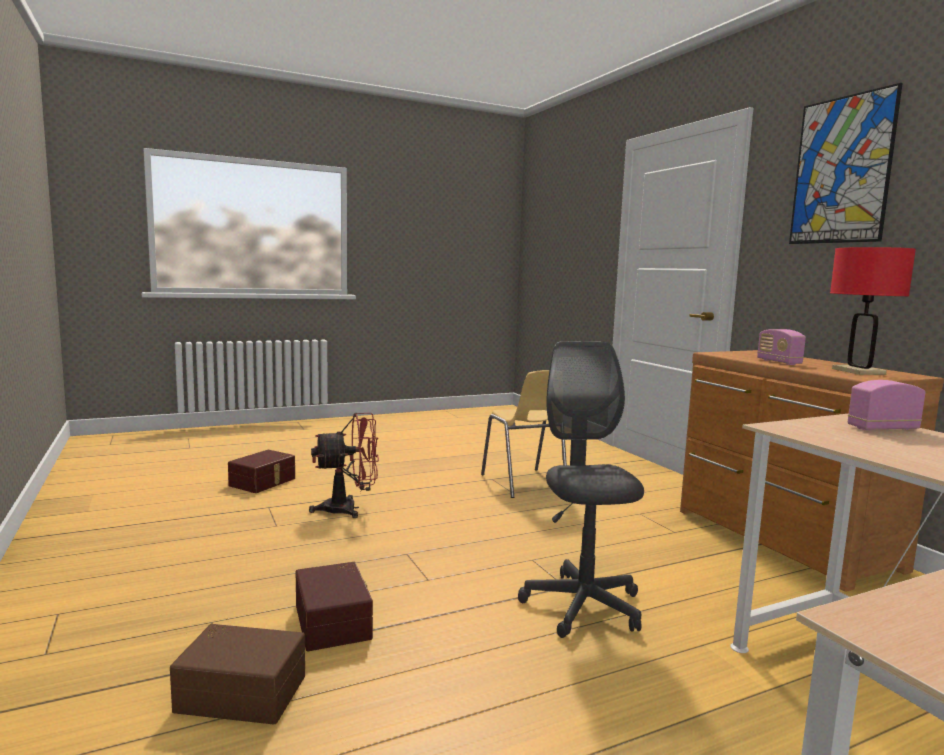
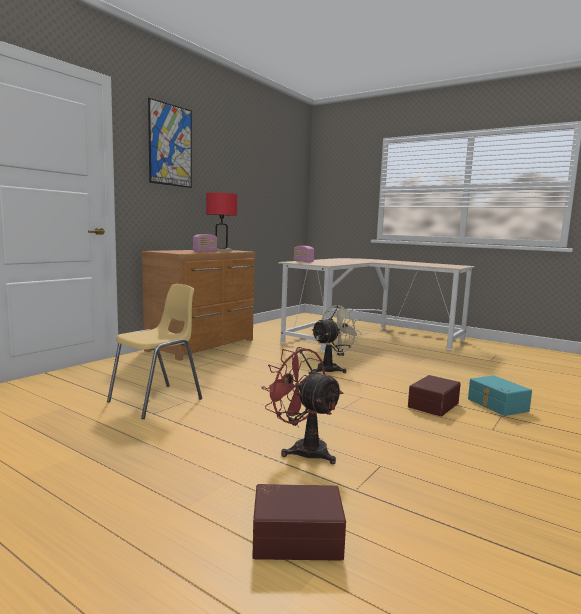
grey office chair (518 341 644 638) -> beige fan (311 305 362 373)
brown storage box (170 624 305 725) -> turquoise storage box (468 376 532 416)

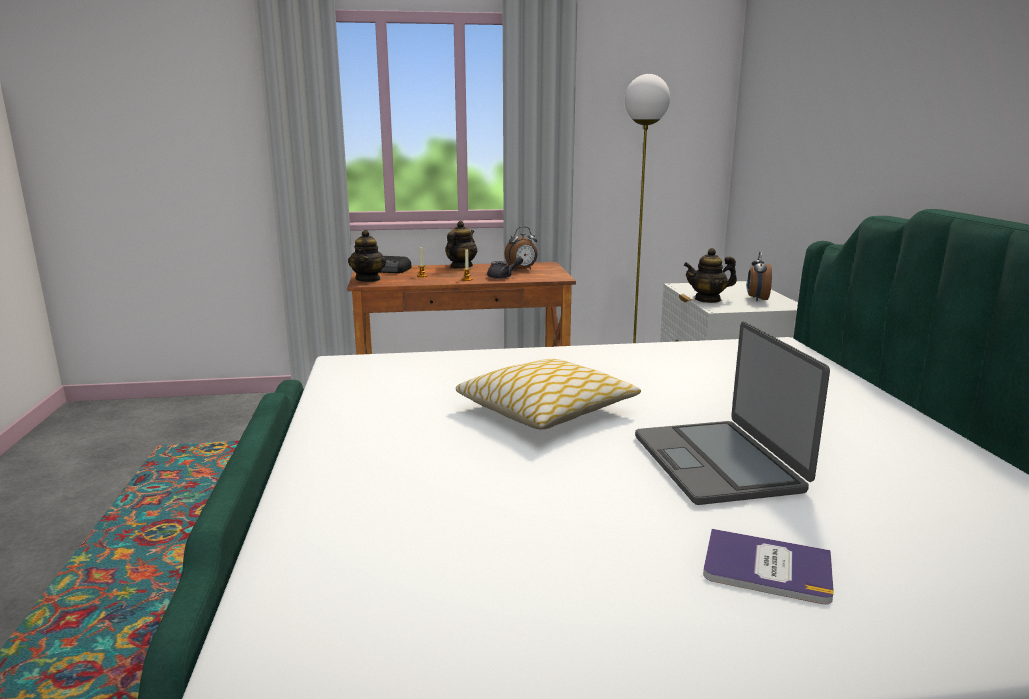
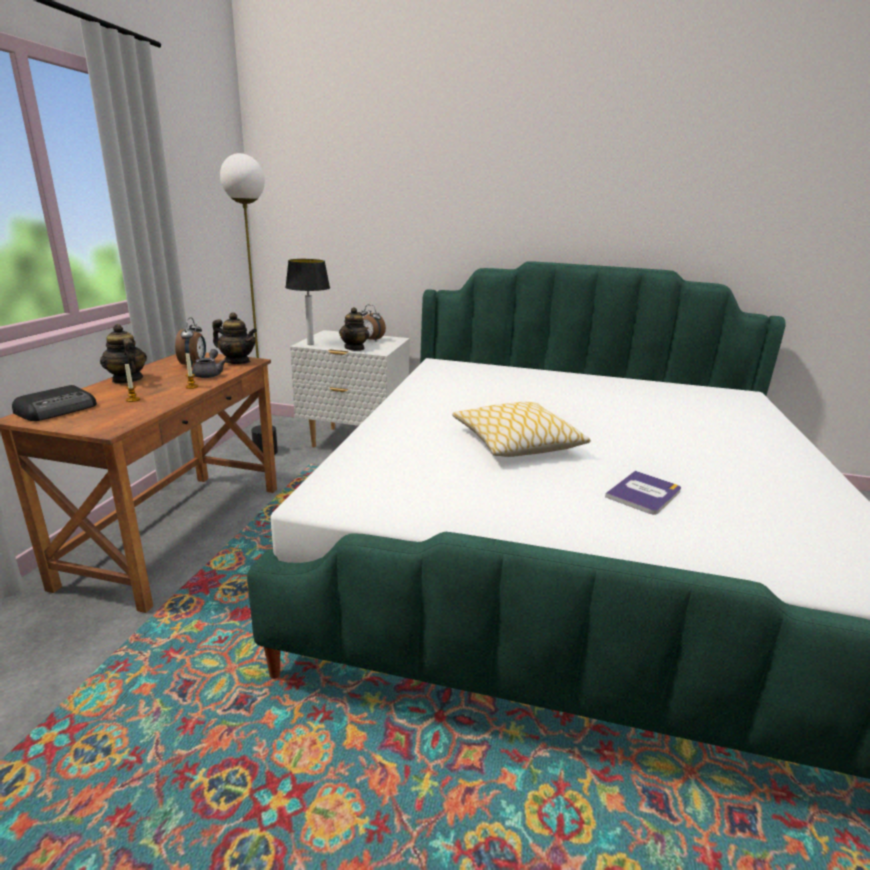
laptop (635 322 830 505) -> none
none -> table lamp (285 259 330 345)
teapot (348 230 386 282) -> teapot (212 313 257 364), shifted
book (703 529 834 604) -> book (605 471 681 515), shifted

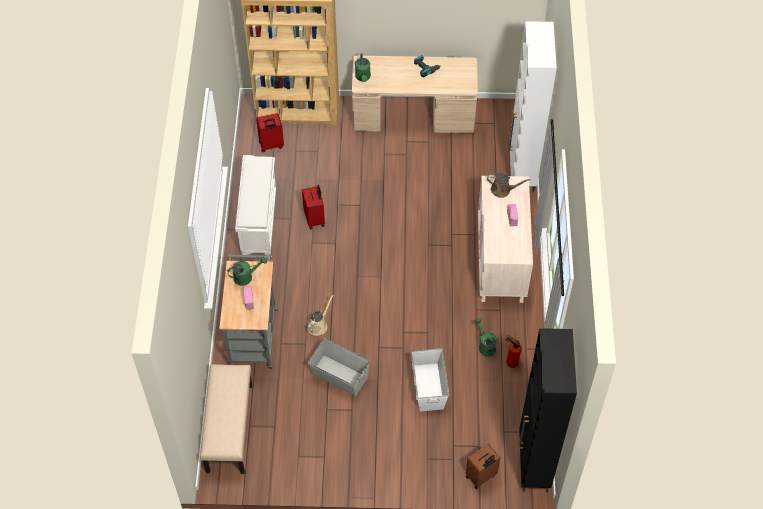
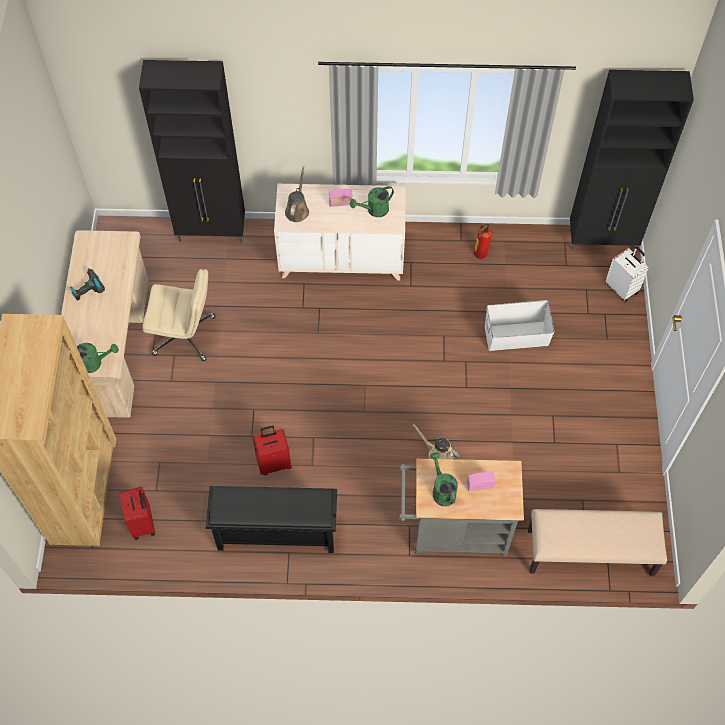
grey storage box (308 338 370 396) -> none
none -> beige office chair (142 269 215 361)
green watering can (475 318 497 356) -> green watering can (350 186 394 217), shifted
white shoe rack (235 155 276 255) -> black shoe rack (206 486 337 553)
brown suitcase (466 444 500 489) -> white suitcase (606 247 648 303)
white cabinet (509 21 557 192) -> black cabinet (139 60 245 243)

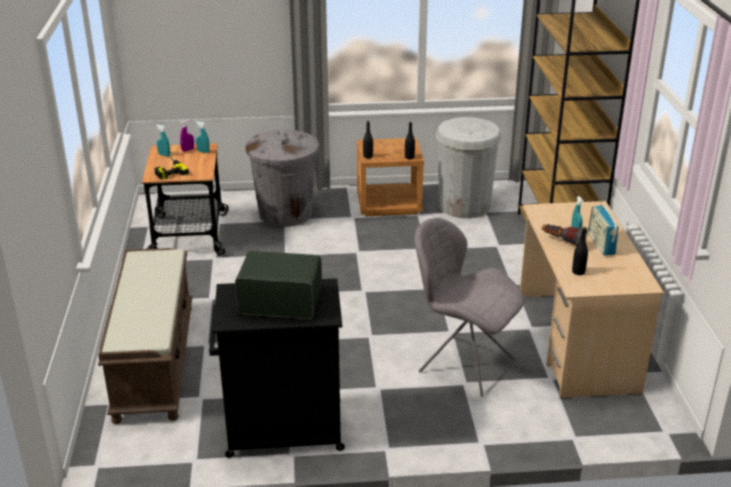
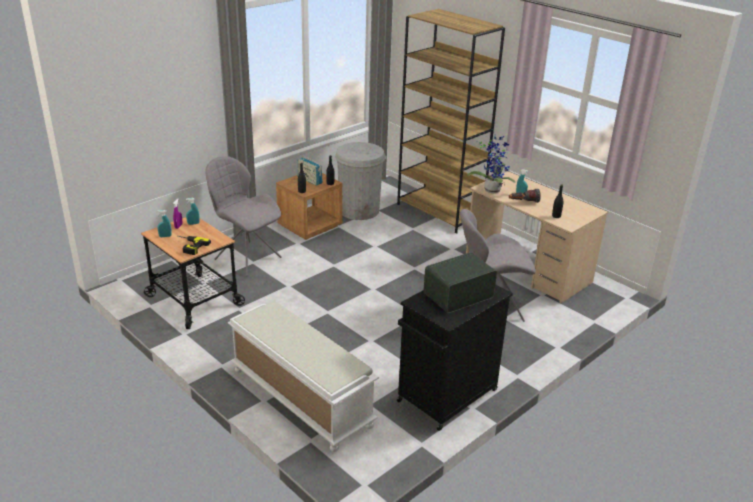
none -> potted plant (467 135 515 193)
radio (588 201 619 255) -> radio (297 157 323 186), shifted
grey trash can (245 130 319 227) -> grey chair (205 156 282 276)
brown bench (98 248 193 424) -> white bench (228 301 379 452)

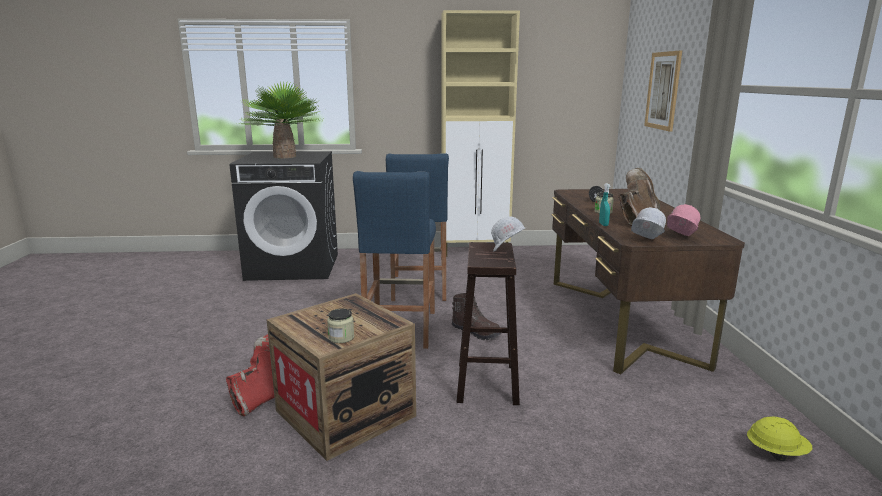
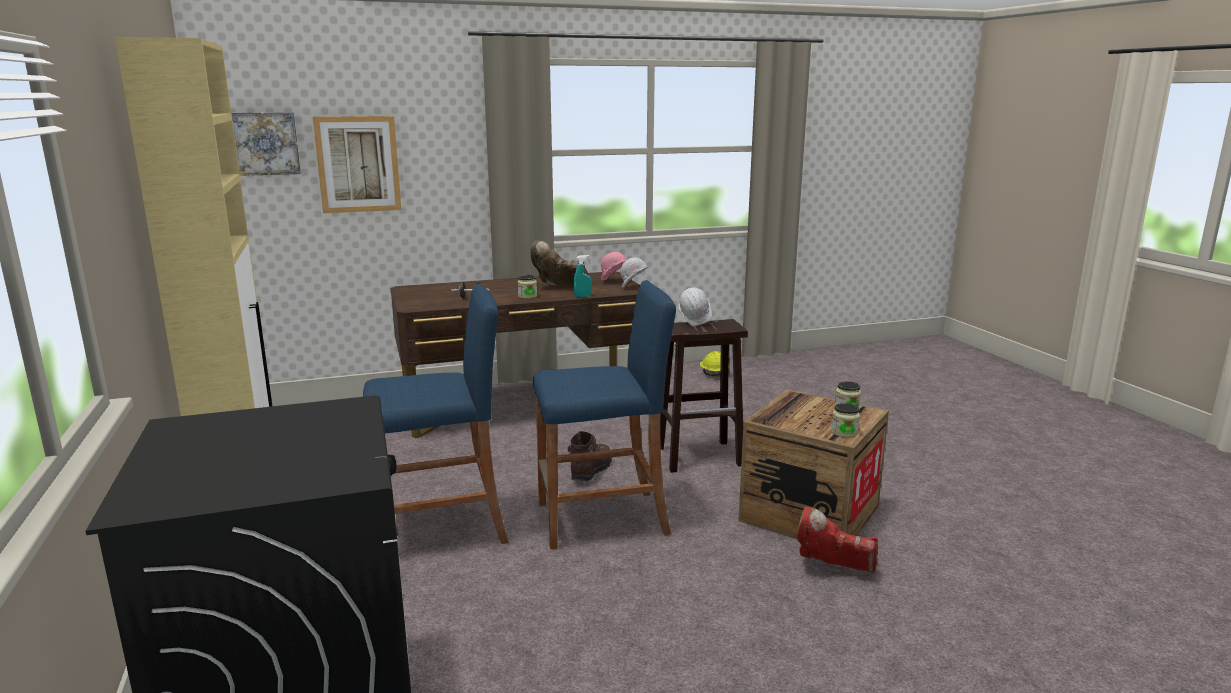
potted plant (239 81 322 158) -> none
none -> picture (231 112 301 176)
none -> jar (831 403 860 438)

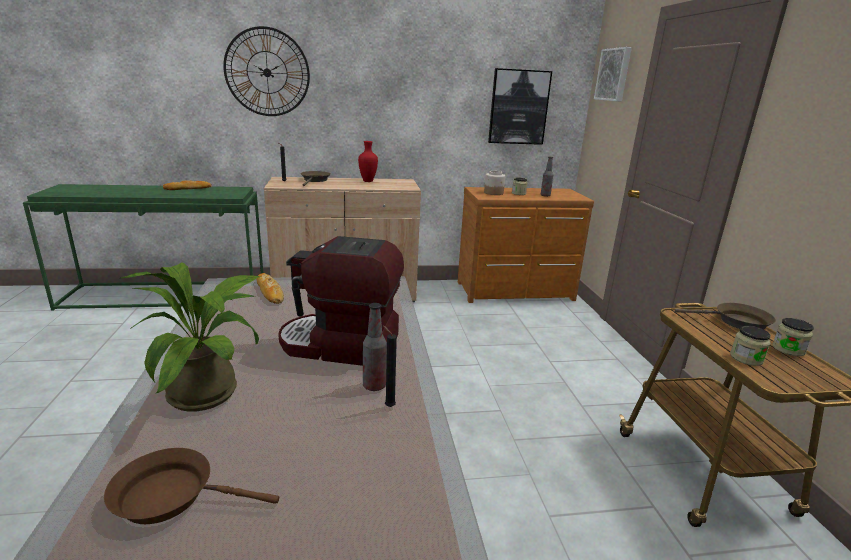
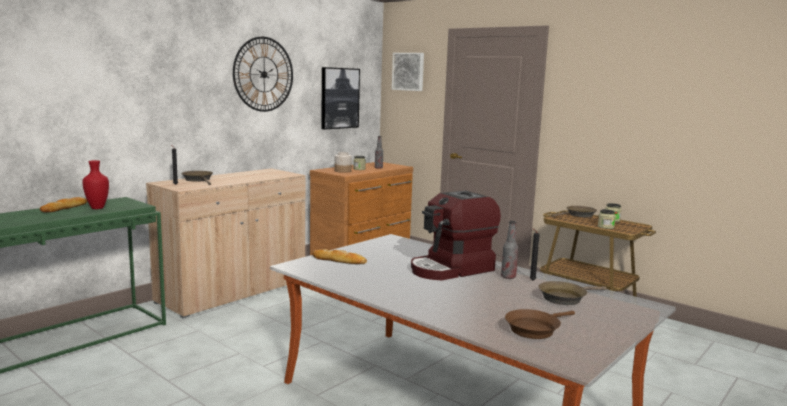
potted plant (121 262 260 412) -> none
none -> brown frying pan (538 281 607 305)
wall clock (223 26 310 116) -> wall clock (233 37 293 112), shifted
red vase (358 141 378 182) -> red vase (83 160 109 209), shifted

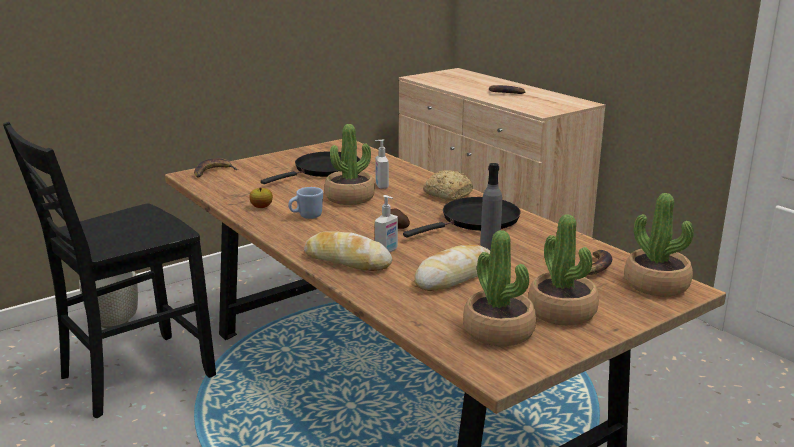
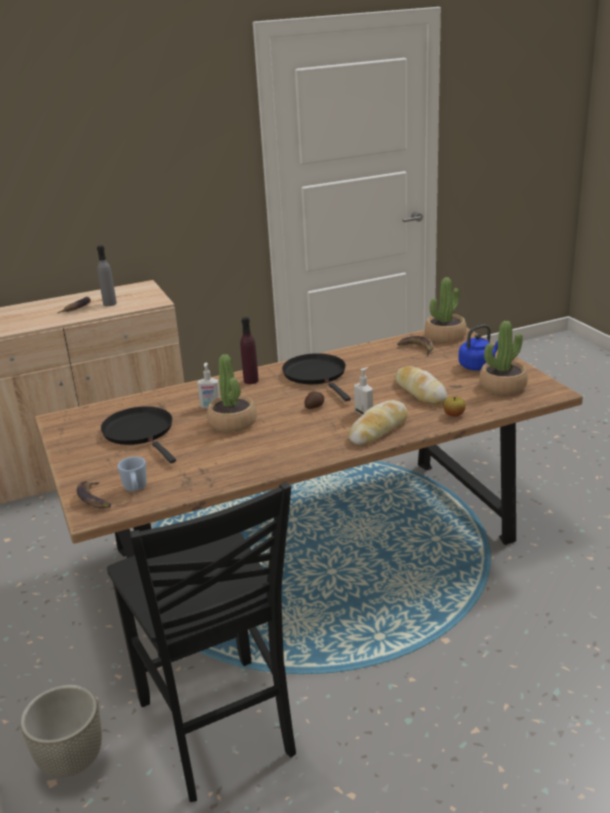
apple (249 187 273 208) -> apple (443 396 466 417), shifted
blue mug (288 187 323 219) -> blue mug (117 456 147 491), shifted
grey bottle (480 163 502 250) -> grey bottle (97 245 117 306), shifted
bread (423 170 473 201) -> purple bottle (240 317 259 384)
potted plant (528 214 599 325) -> blue kettle (458 325 498 371)

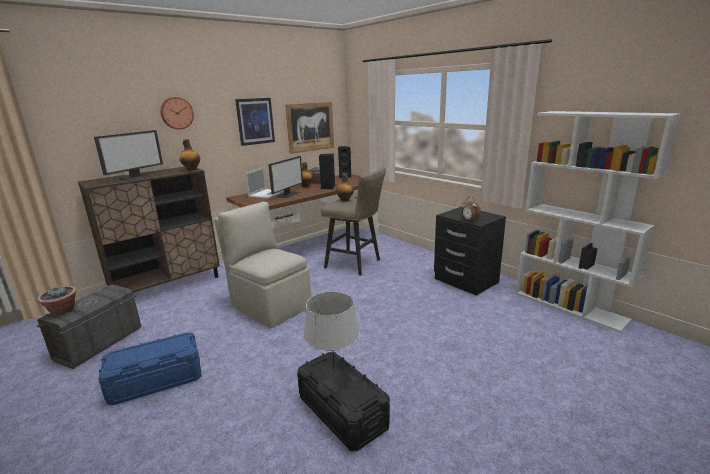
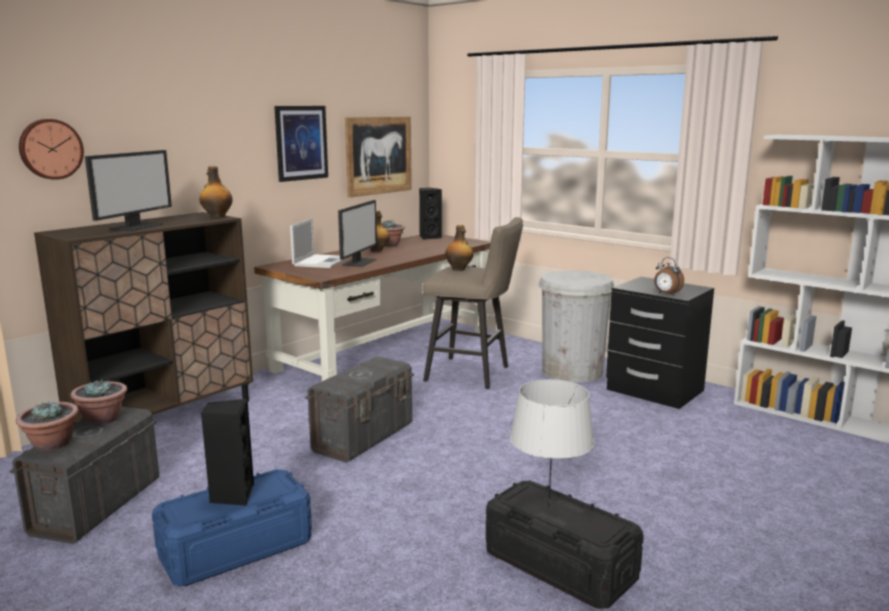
none -> potted plant (70 379 127 425)
none -> white trash can (539 270 614 383)
wall clock (160 97 194 129) -> wall clock (19 119 84 180), shifted
black speaker (319 153 335 189) -> black speaker (201 399 254 506), shifted
beige chair (214 202 311 328) -> grey storage box (305 356 414 463)

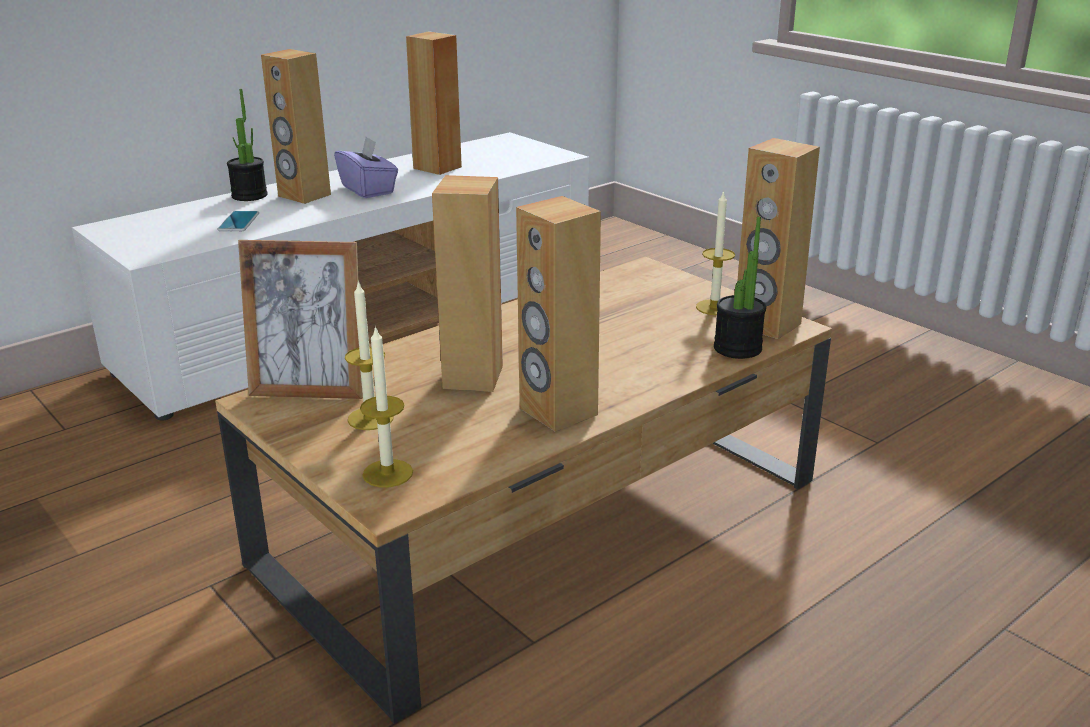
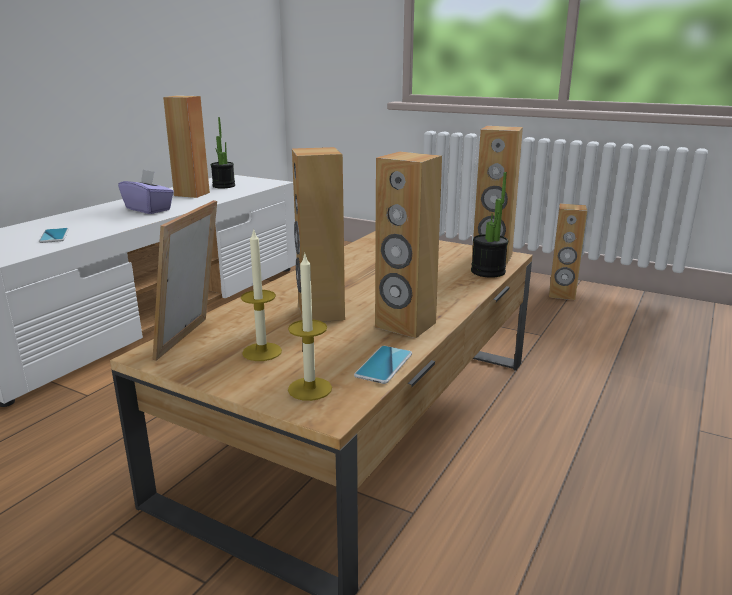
candle (696 190 735 315) -> none
none -> phone (354 346 412 384)
potted plant (227 89 268 201) -> potted plant (211 117 235 188), shifted
brown speaker (261 49 331 204) -> brown speaker (549 204 587 300), shifted
picture frame (238 240 363 399) -> picture frame (152 200 217 361), 120 degrees clockwise

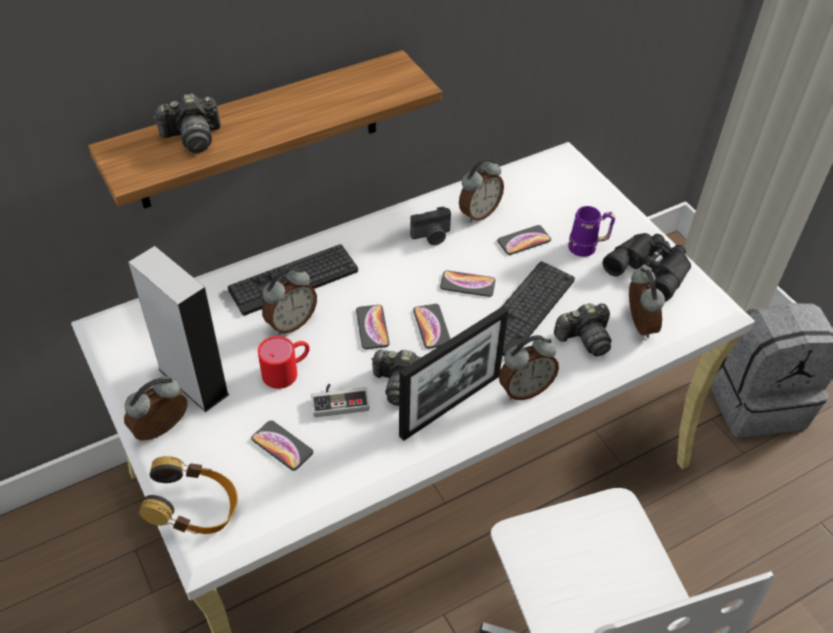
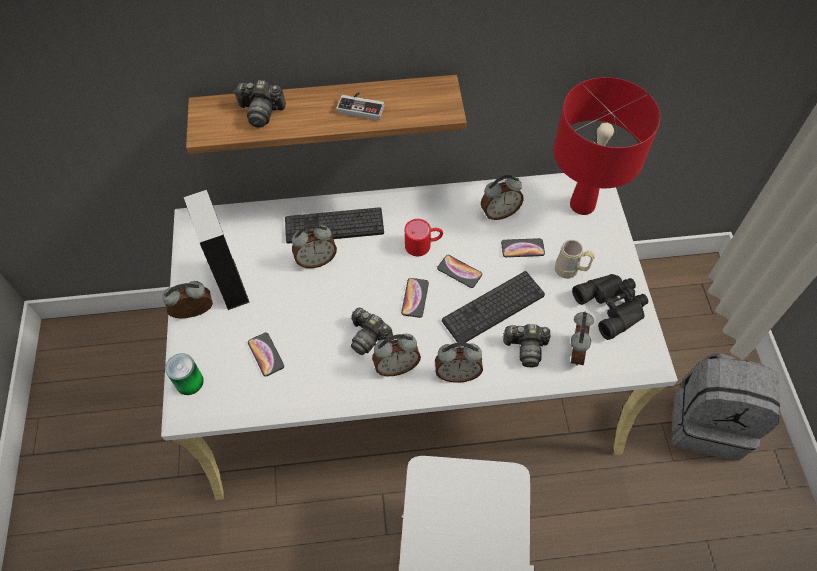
phone (356 305 390 349) -> none
photo camera (410 207 451 245) -> none
none -> red table lamp (554 77 660 215)
red mug (258 336 310 389) -> red mug (405 219 443 256), shifted
game controller (311 384 369 417) -> game controller (336 92 384 120), shifted
headphones (139 456 238 534) -> can (165 353 204 395)
picture frame (399 306 509 441) -> alarm clock (372 334 421 376)
purple mug (568 206 615 257) -> beige mug (555 240 595 279)

